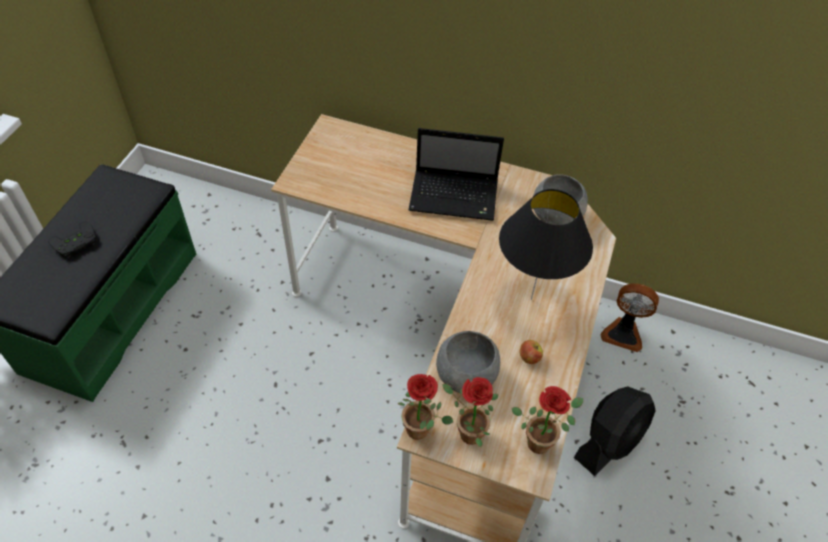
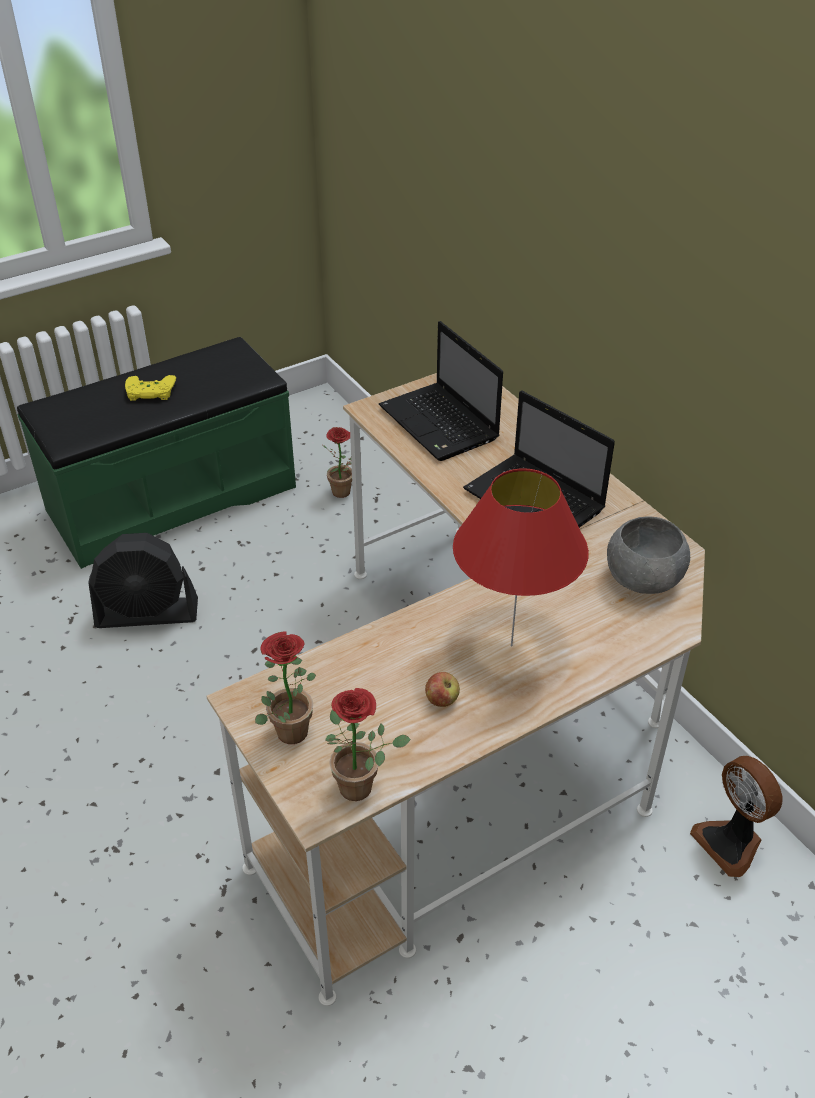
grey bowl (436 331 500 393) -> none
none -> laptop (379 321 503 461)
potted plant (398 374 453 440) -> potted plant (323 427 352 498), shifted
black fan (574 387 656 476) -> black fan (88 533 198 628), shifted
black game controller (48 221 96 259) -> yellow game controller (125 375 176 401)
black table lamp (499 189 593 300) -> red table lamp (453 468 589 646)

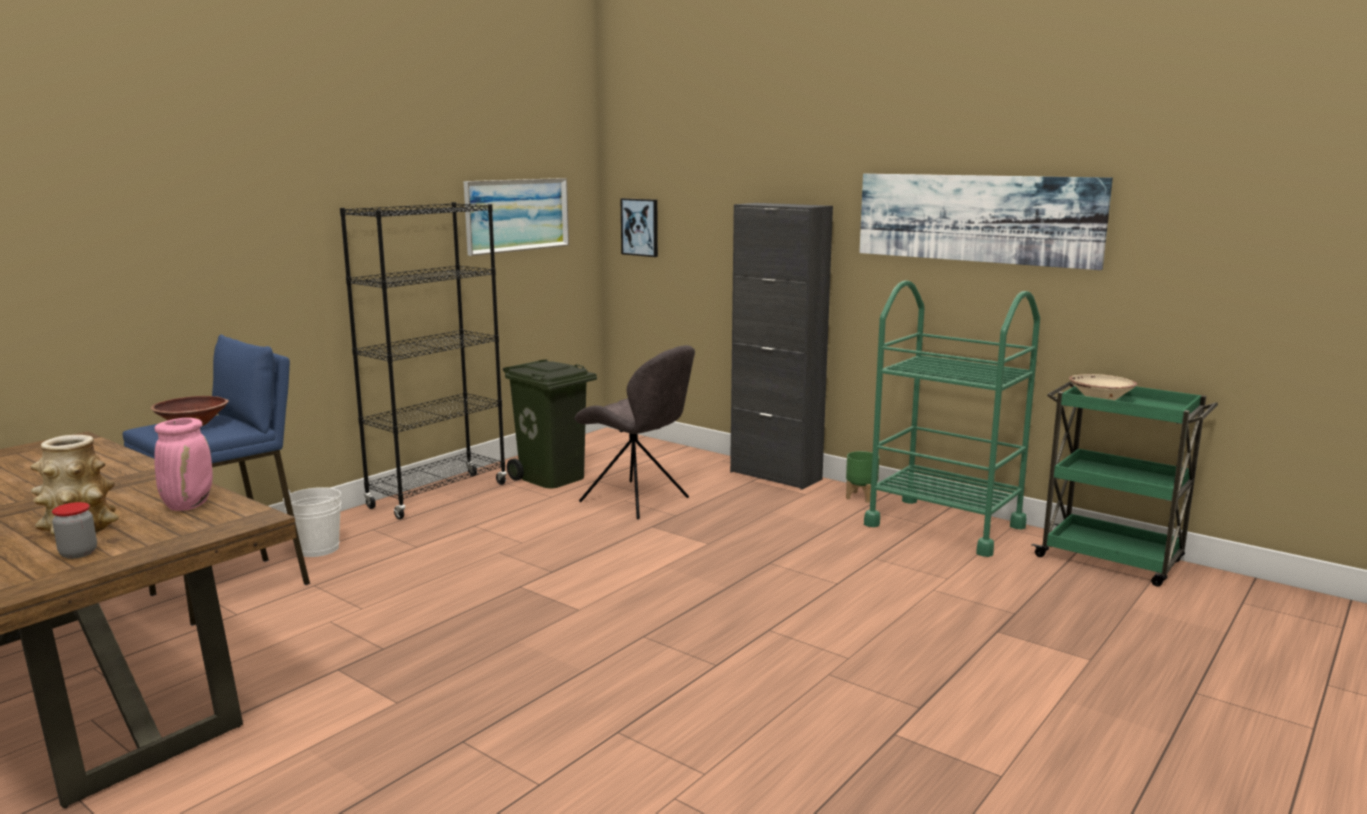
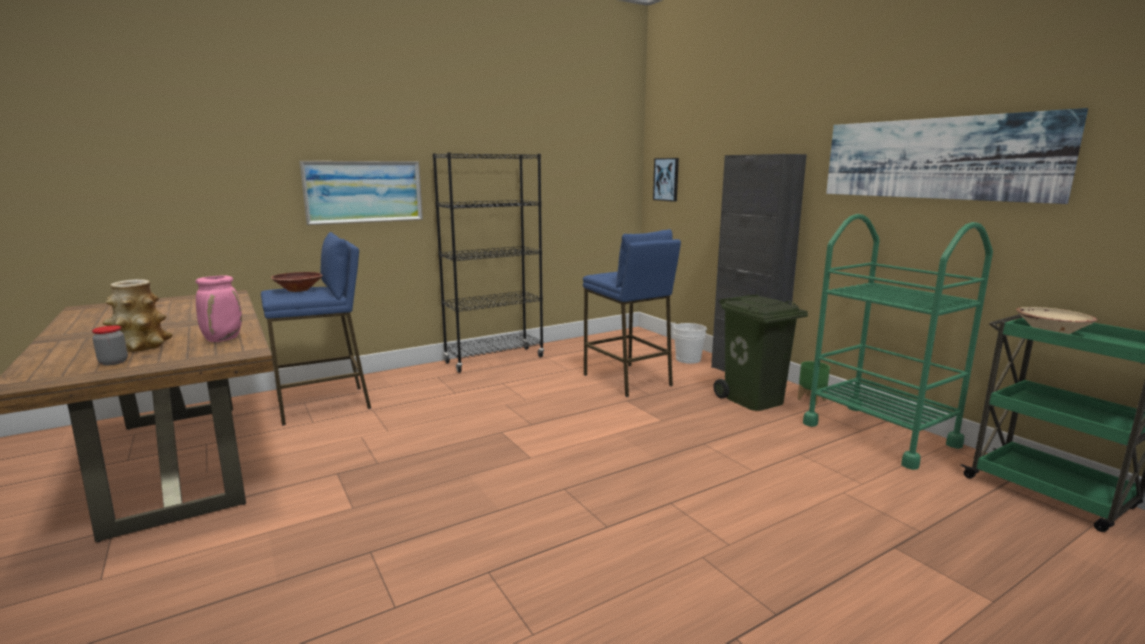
white bucket (283 487 341 557) -> white bucket (673 322 707 364), shifted
picture (464 178 569 256) -> picture (300 161 423 225), shifted
green trash can (503 360 597 488) -> green trash can (713 295 808 411), shifted
grey chair (575 345 695 519) -> blue stool (583 229 681 397)

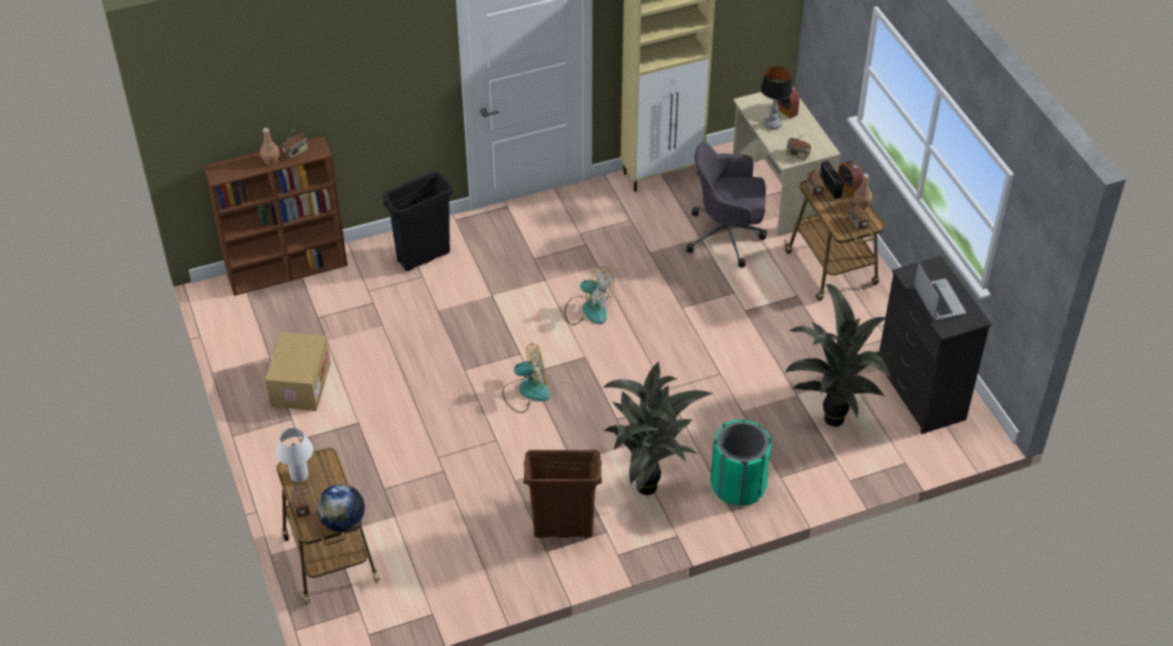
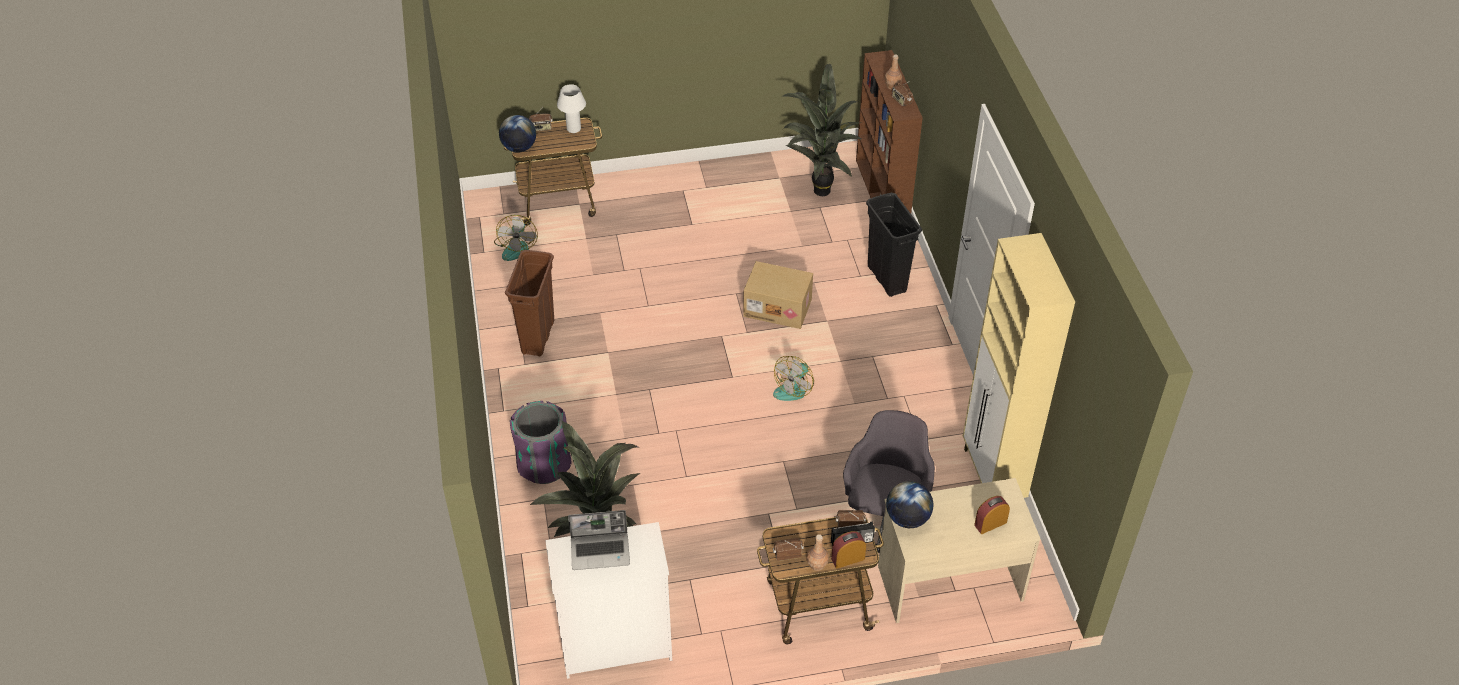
table lamp (761 66 792 129) -> none
cardboard box (265 332 331 411) -> cardboard box (743 261 813 329), shifted
fan (502 343 550 413) -> fan (494 215 538 261), shifted
potted plant (603 361 714 495) -> potted plant (783 64 861 196), shifted
radio (787 134 812 160) -> globe (886 481 933 528)
green trash can (710 419 772 506) -> purple trash can (510 401 572 484)
black dresser (879 256 992 434) -> white dresser (545 522 672 679)

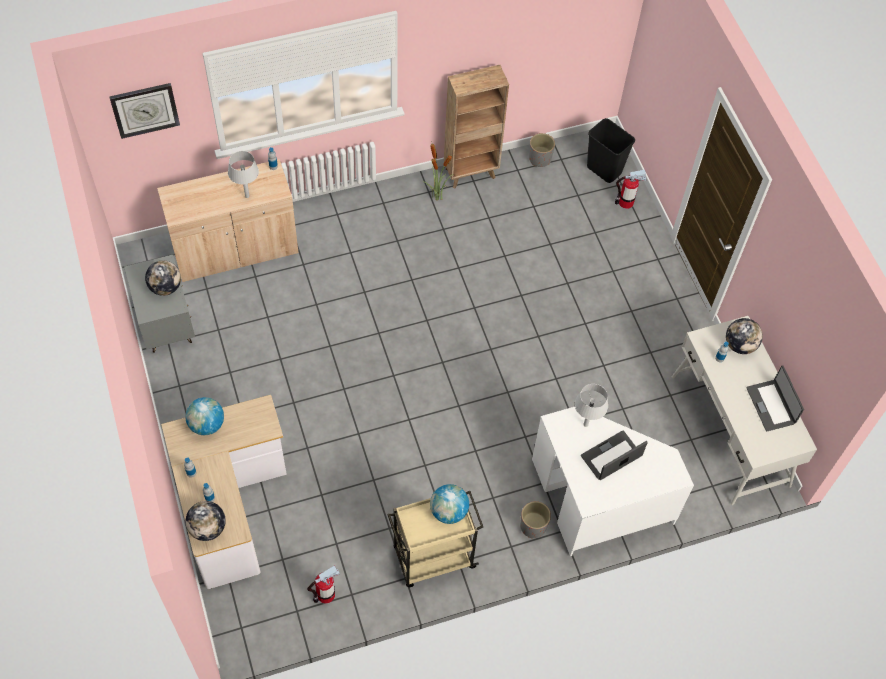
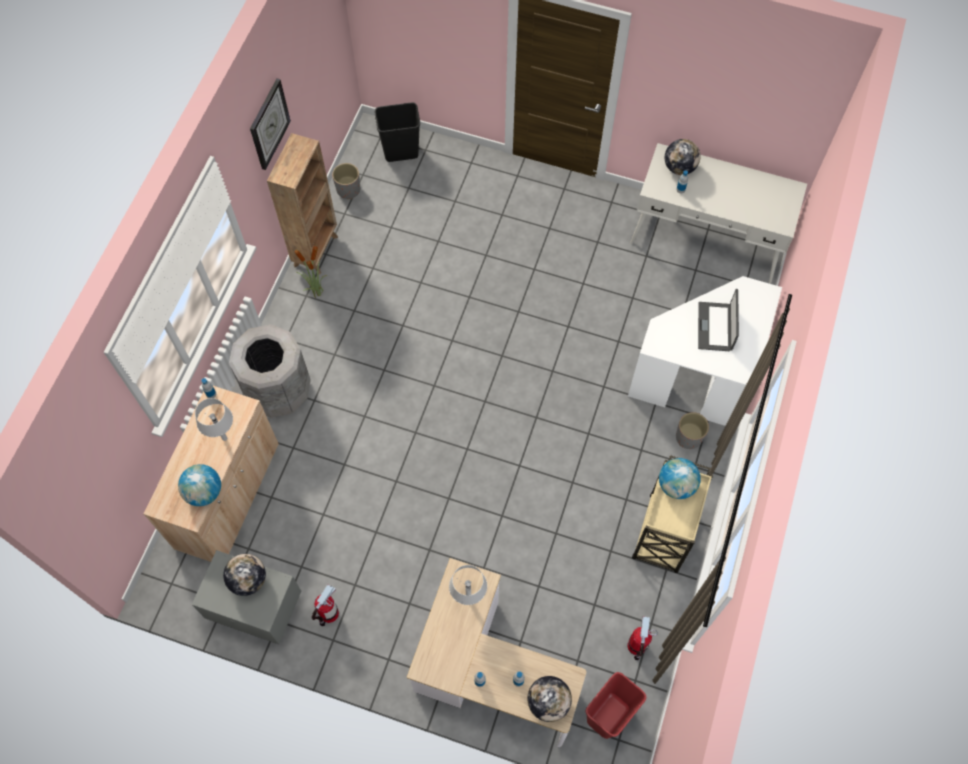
laptop (746 365 804 431) -> none
none -> grey trash can (229 324 311 418)
none -> red trash can (586 672 646 739)
wall clock (109 83 180 139) -> wall clock (250 79 291 170), shifted
globe (185 397 224 435) -> globe (178 464 221 506), shifted
grey table lamp (575 384 608 427) -> grey table lamp (449 565 487 605), shifted
fire extinguisher (615 170 646 209) -> fire extinguisher (311 584 339 627), shifted

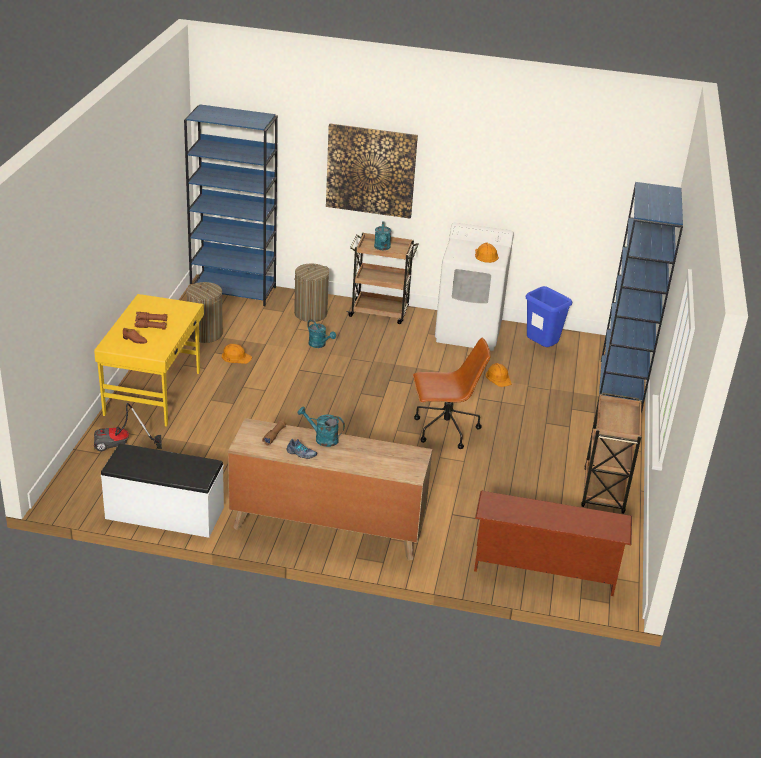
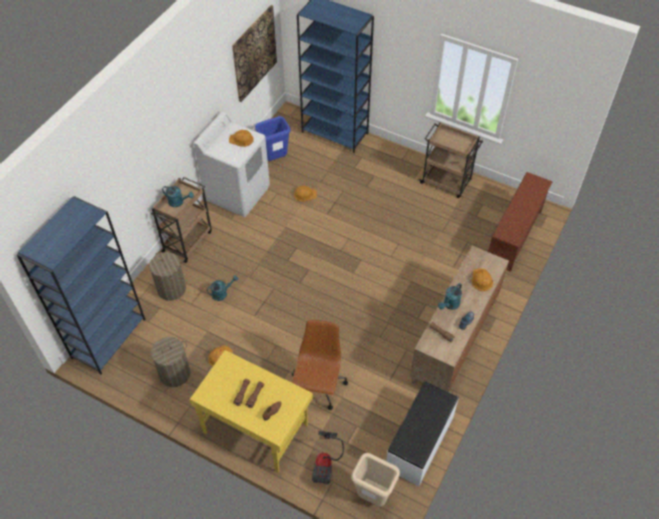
none -> beige trash can (351 453 400 506)
none -> orange hard hat (472 268 493 291)
picture (326 123 418 219) -> picture (232 5 277 102), shifted
brown office chair (413 338 491 449) -> brown office chair (292 319 348 410), shifted

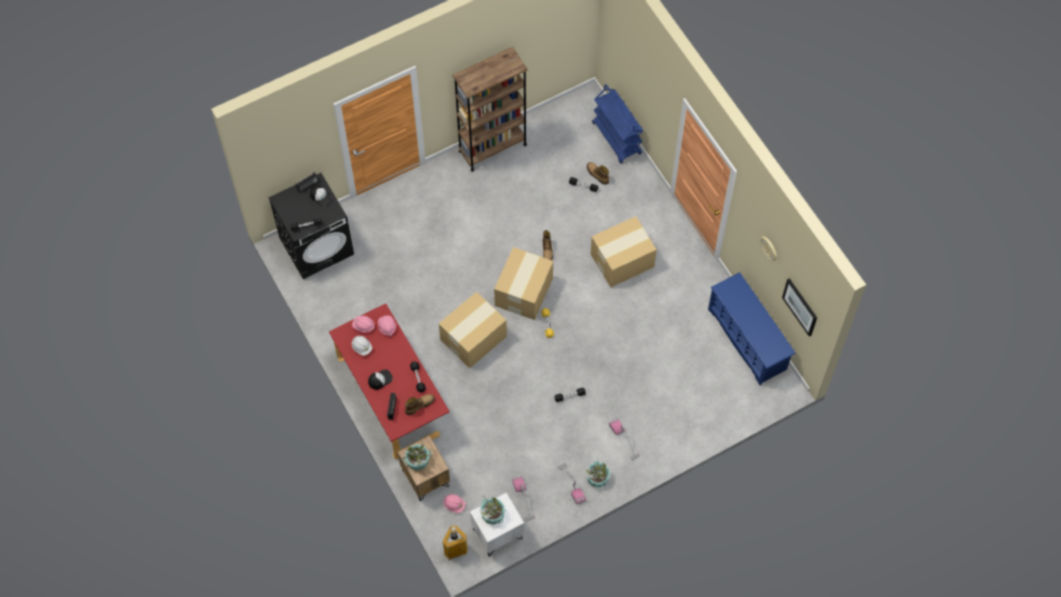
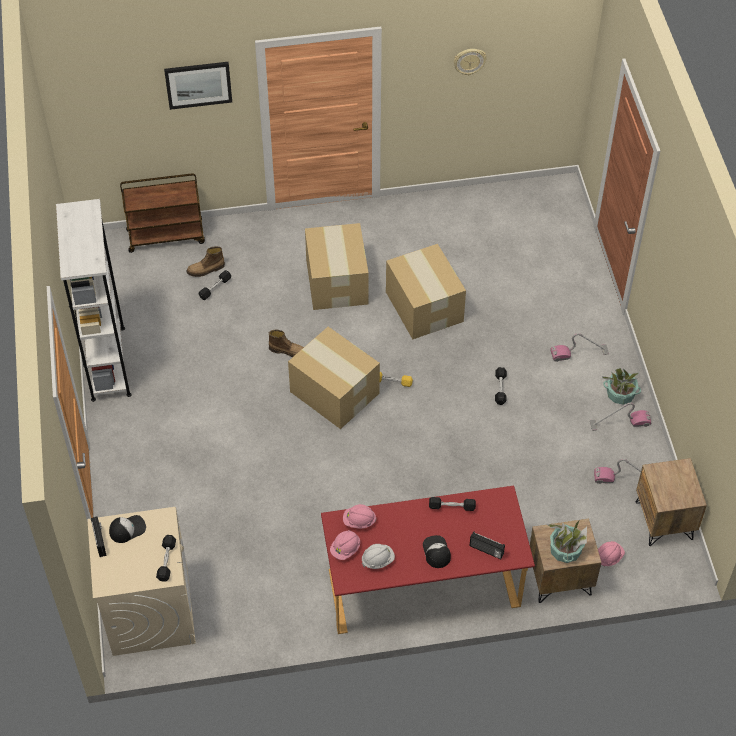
boot (405 394 435 415) -> none
trash can (442 525 468 560) -> none
potted plant (479 496 506 525) -> none
blue shoe rack (708 272 796 386) -> none
cardboard box (439 292 507 368) -> cardboard box (386 244 466 339), shifted
picture (782 278 817 337) -> picture (164 62 232 110), shifted
black washing machine (268 173 354 279) -> beige washing machine (87 507 196 656)
brown bookcase (453 47 528 172) -> white bookcase (56 199 131 402)
white nightstand (470 493 524 557) -> brown nightstand (636 458 707 546)
blue cart (592 84 643 164) -> brown cart (120 173 205 253)

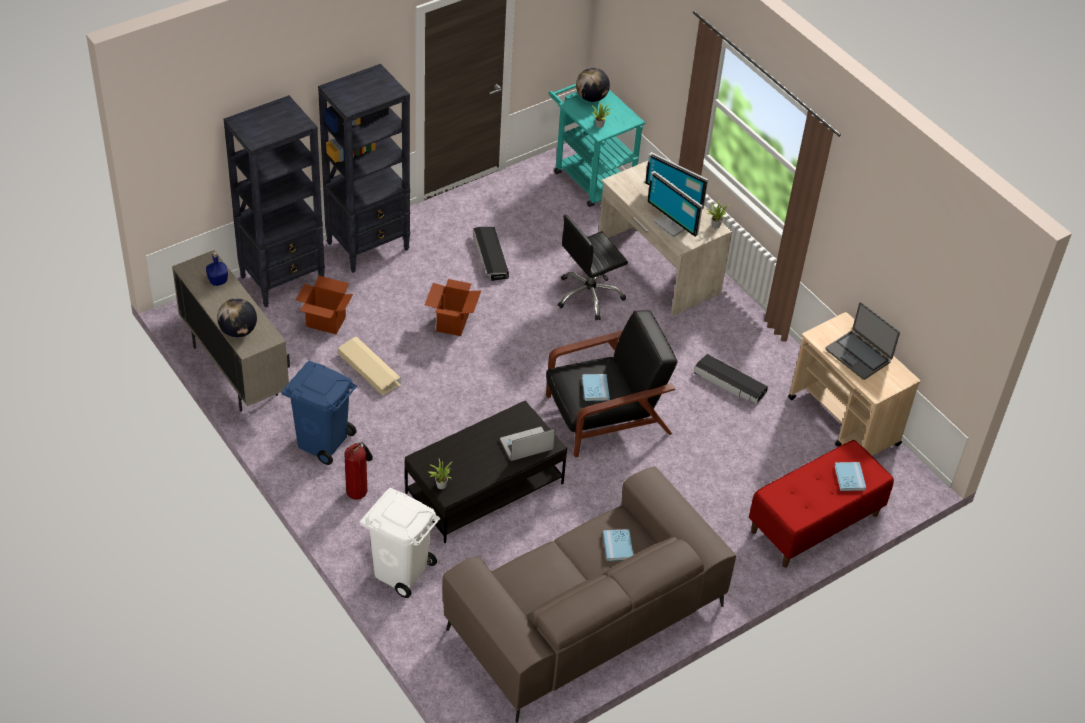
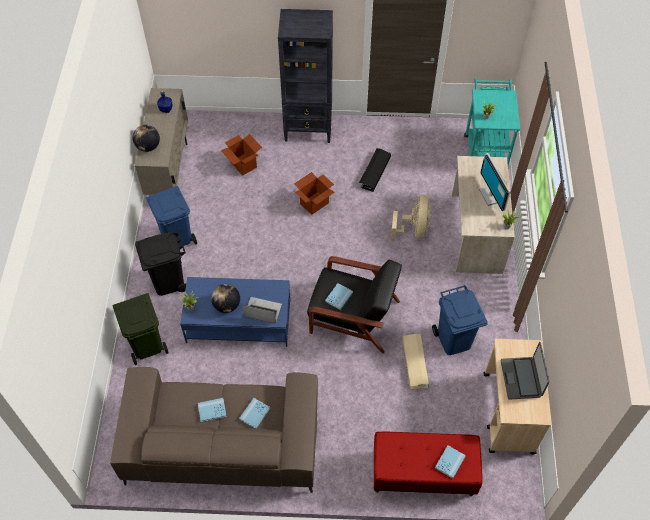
black bookcase (223 95 325 308) -> none
monitor (647 171 703 238) -> none
none -> blue book (198 398 227 422)
beige storage box (338 337 401 396) -> beige storage box (402 334 429 389), shifted
globe (576 68 610 102) -> globe (211 284 240 313), shifted
fire extinguisher (344 442 373 500) -> black trash can (135 232 186 296)
black office chair (558 215 628 320) -> beige fan (391 195 431 242)
black storage box (694 354 768 404) -> blue trash can (432 285 488 355)
white trash can (360 487 440 598) -> green trash can (113 293 168 365)
black coffee table (405 401 567 543) -> blue coffee table (180 277 291 347)

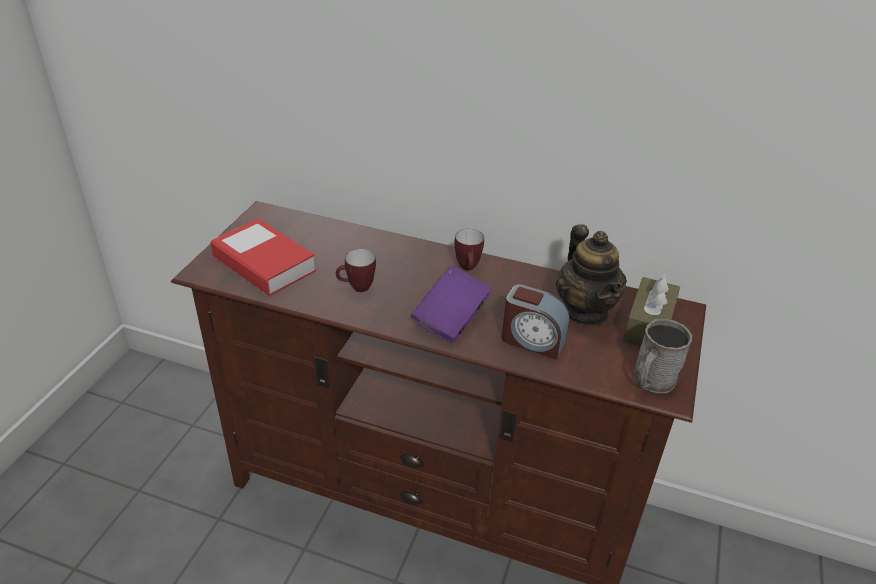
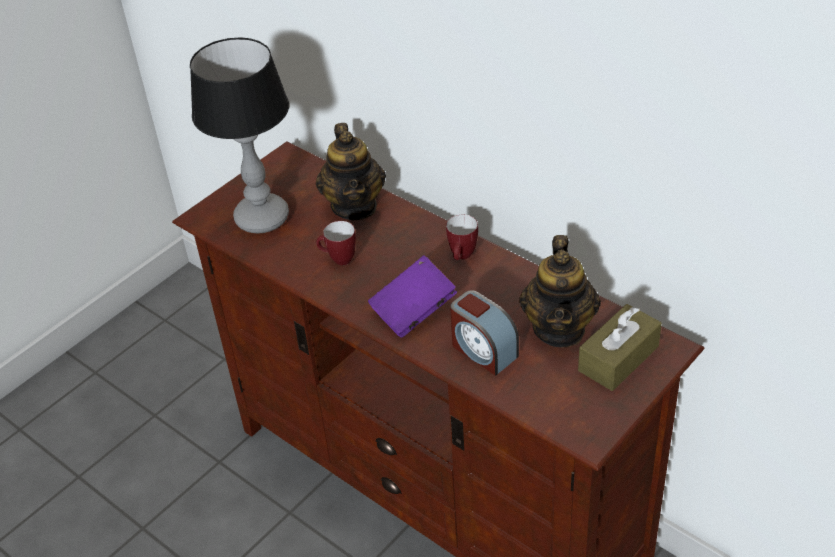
grey mug (634 319 692 393) -> none
none -> teapot (316 123 386 220)
book (210 218 316 296) -> table lamp (190 37 289 233)

